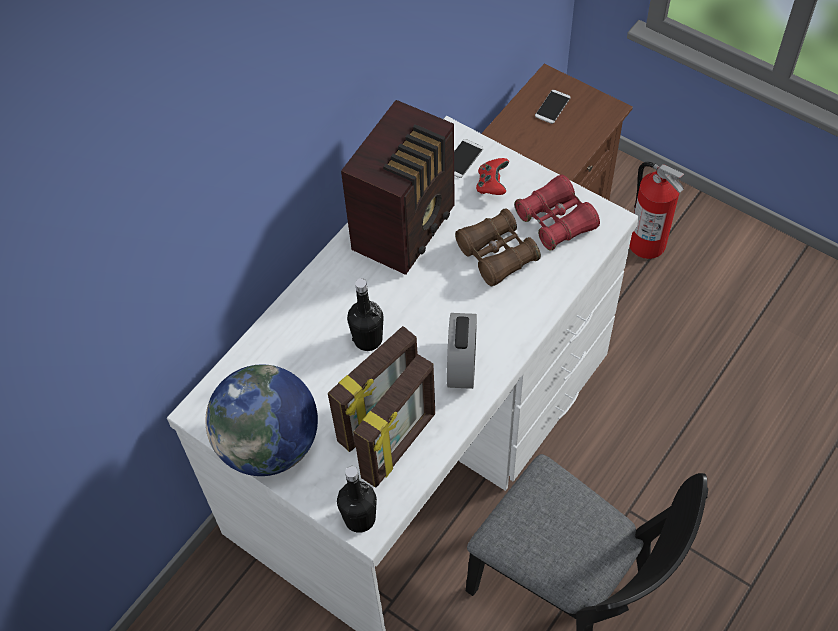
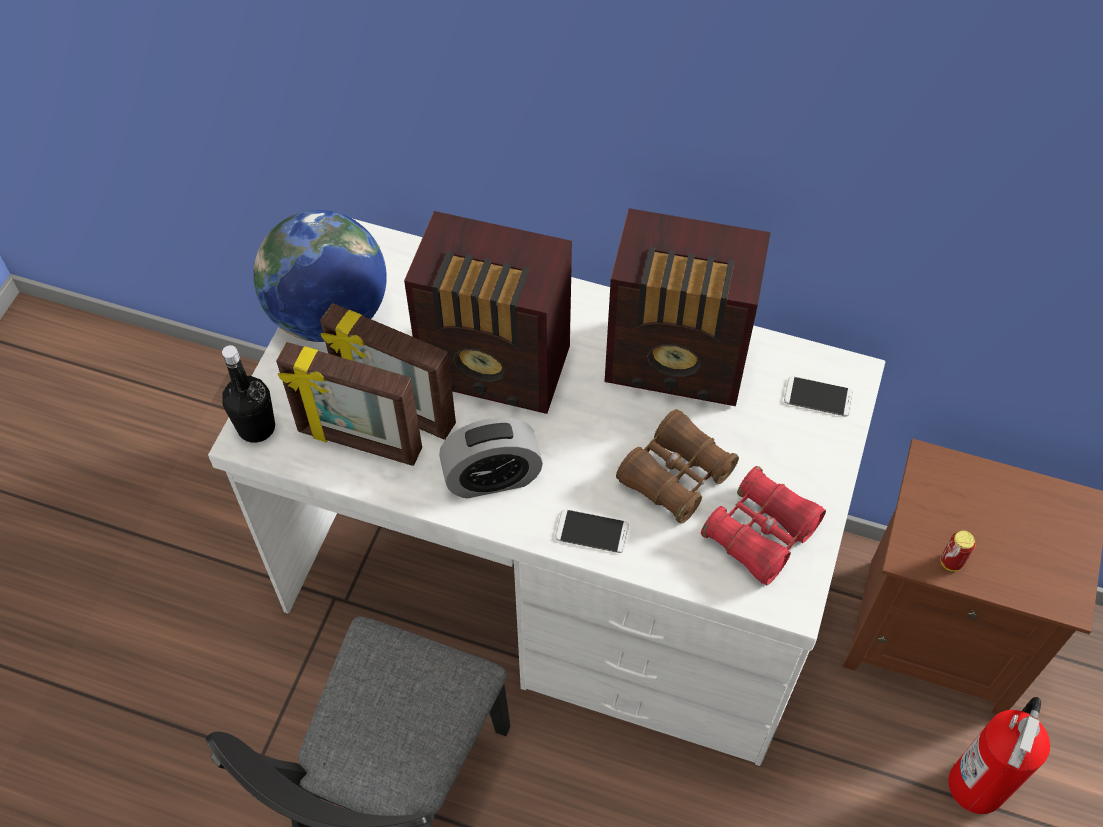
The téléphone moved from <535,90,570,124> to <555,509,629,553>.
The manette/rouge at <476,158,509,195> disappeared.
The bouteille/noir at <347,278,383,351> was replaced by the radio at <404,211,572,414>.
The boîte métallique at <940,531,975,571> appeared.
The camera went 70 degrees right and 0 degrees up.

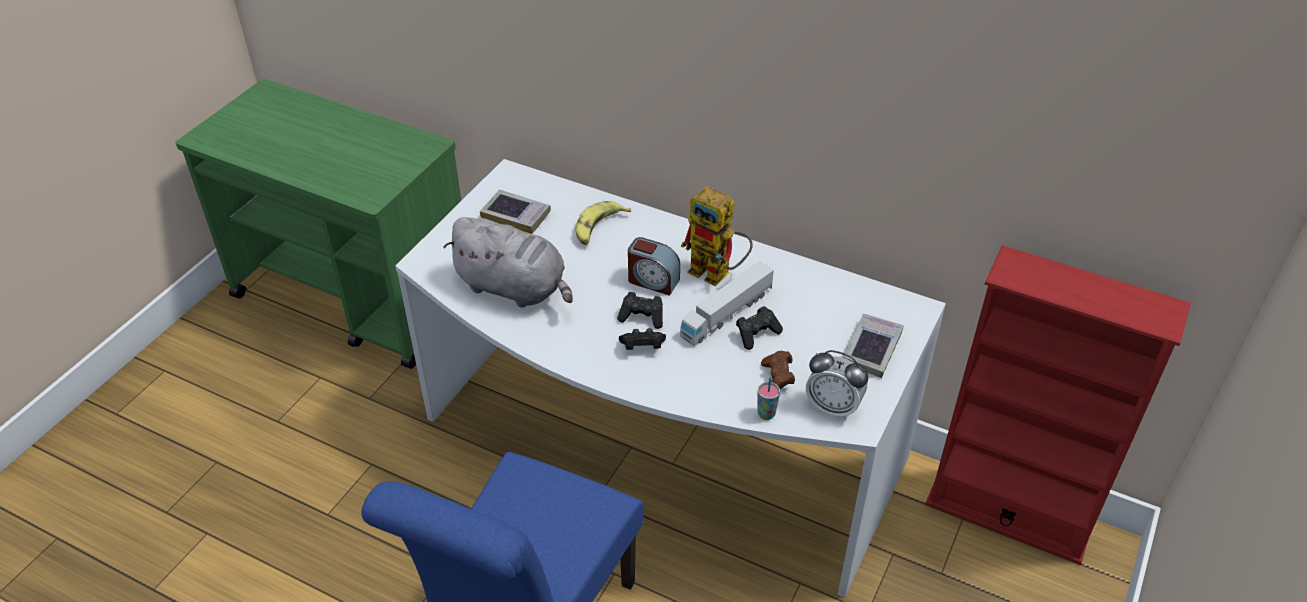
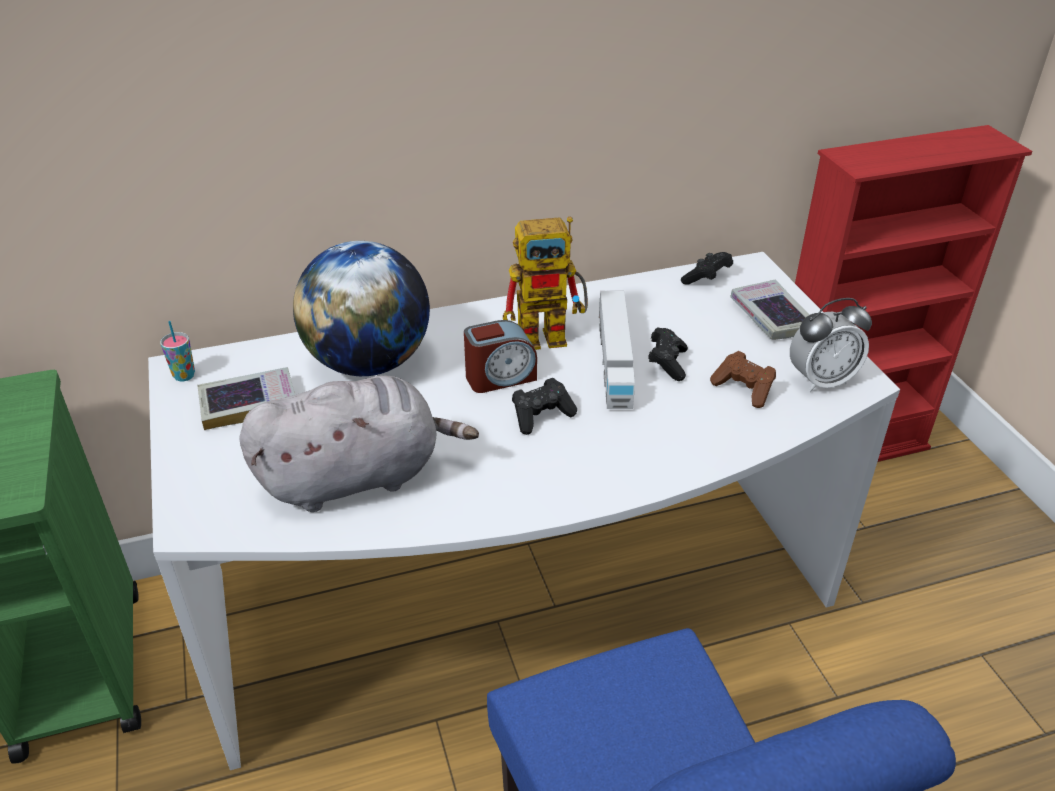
The banane at <576,201,631,245> was replaced by the globe at <293,241,430,376>.
The manette/noir moved from <619,328,666,350> to <681,252,733,285>.
The tasse moved from <758,377,780,420> to <160,321,195,382>.
The camera went 45 degrees left and 5 degrees down.

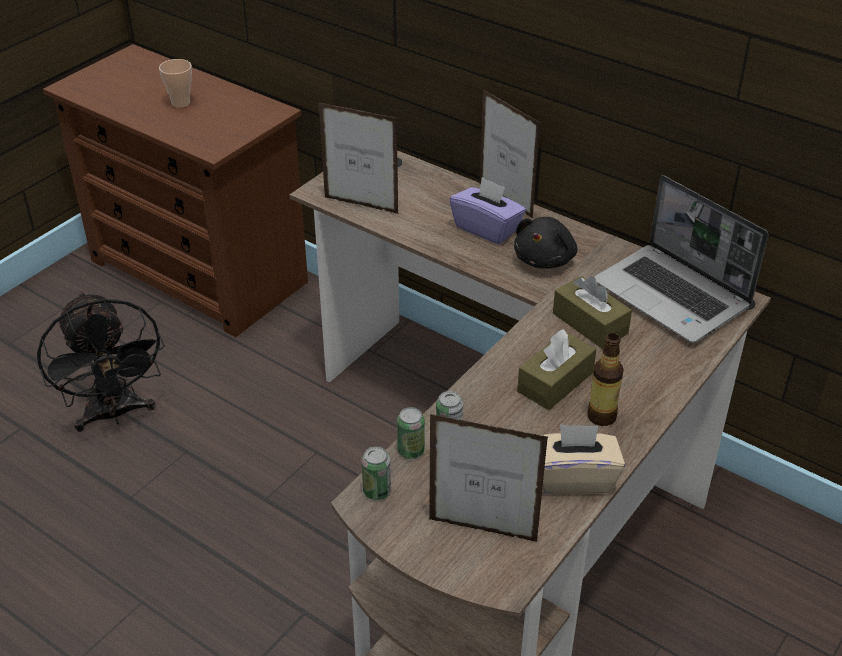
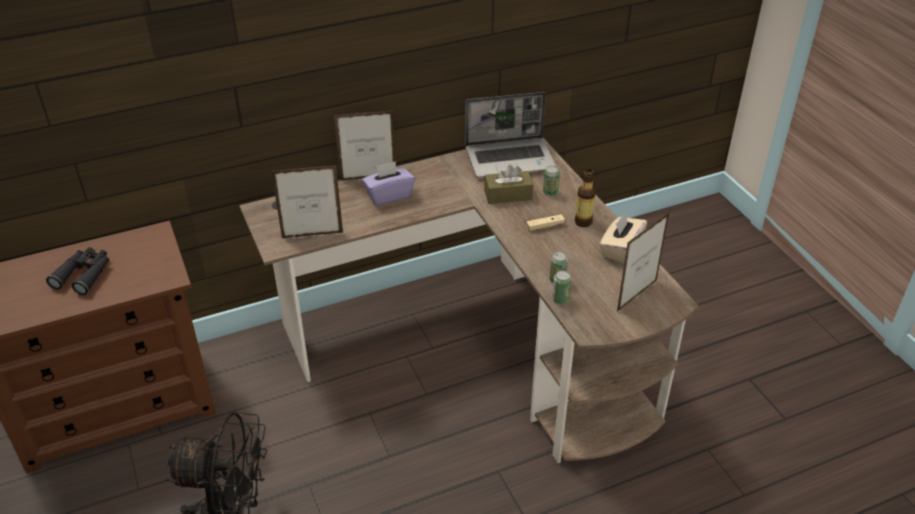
The tasse at <159,59,192,108> was replaced by the jumelles/noir at <46,247,109,295>.
The cadre photo at <319,102,399,214> turned 150 degrees counterclockwise.
The peluche/noir at <514,217,577,269> disappeared.
The boîte à mouchoirs/marron at <517,329,596,410> was replaced by the manette/beige at <527,214,565,231>.
The boîte métallique moved from <362,446,391,500> to <543,166,560,196>.
The camera went 60 degrees left and 0 degrees up.

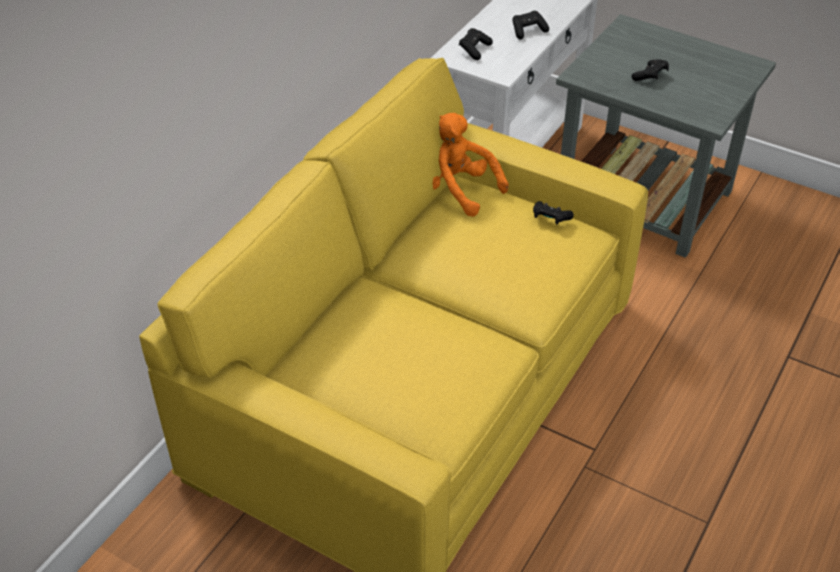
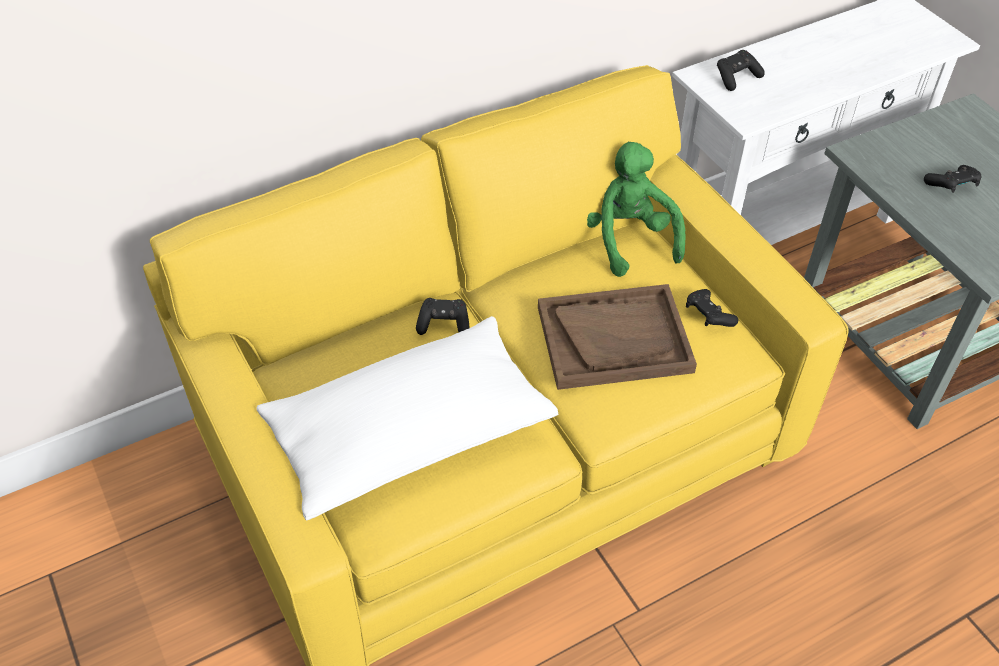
The manette/noir moved from <513,11,549,39> to <416,298,470,335>.
The peluche/orange at <433,113,509,217> became the peluche/vert at <587,142,686,277>.
The plateau/marron at <538,284,697,390> appeared.
The coussin/blanc at <257,316,558,520> appeared.
The camera went 30 degrees right and 5 degrees up.

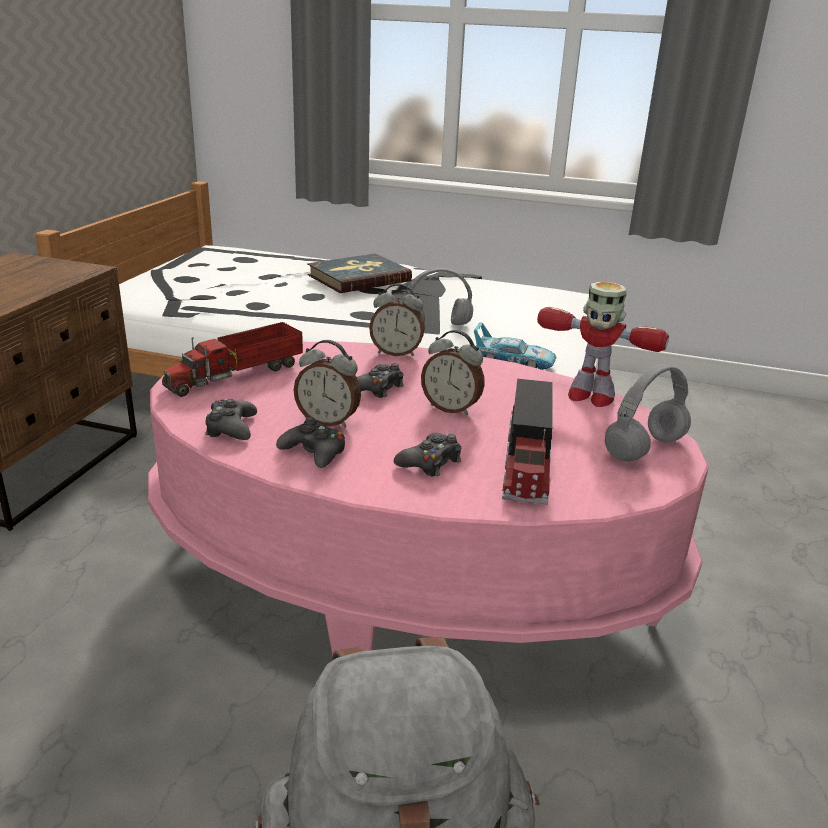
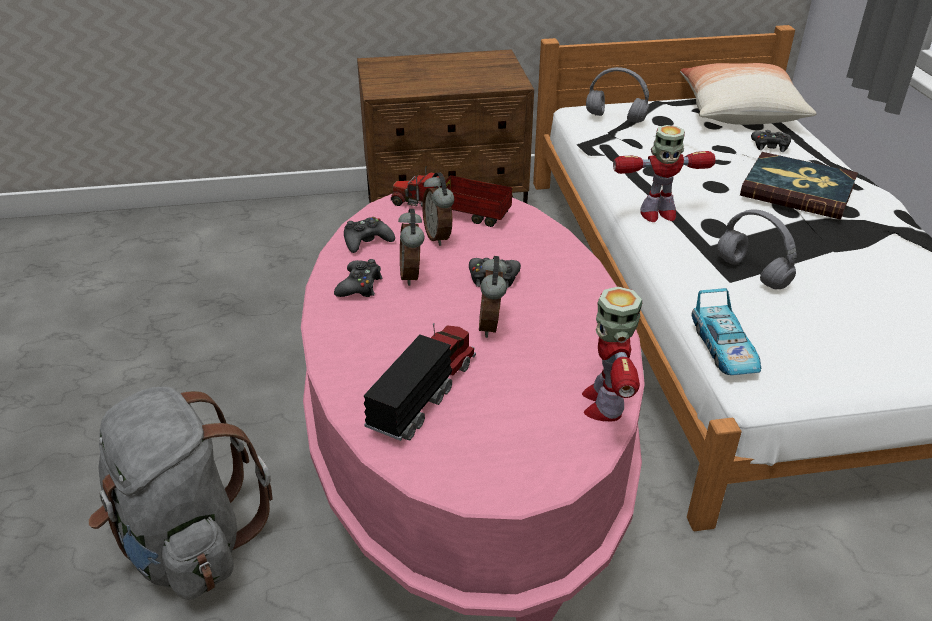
The réveil moved from <369,283,425,356> to <422,173,454,246>.
The casque audio/gris moved from <605,364,691,461> to <586,67,649,123>.
The camion jouet at <502,379,553,505> turned 135 degrees clockwise.
The manette/noir moved from <394,433,461,477> to <751,130,791,152>.
The coussin at <680,63,816,125> appeared.
The robot jouet at <613,125,716,222> appeared.
The camera went 65 degrees right and 10 degrees up.

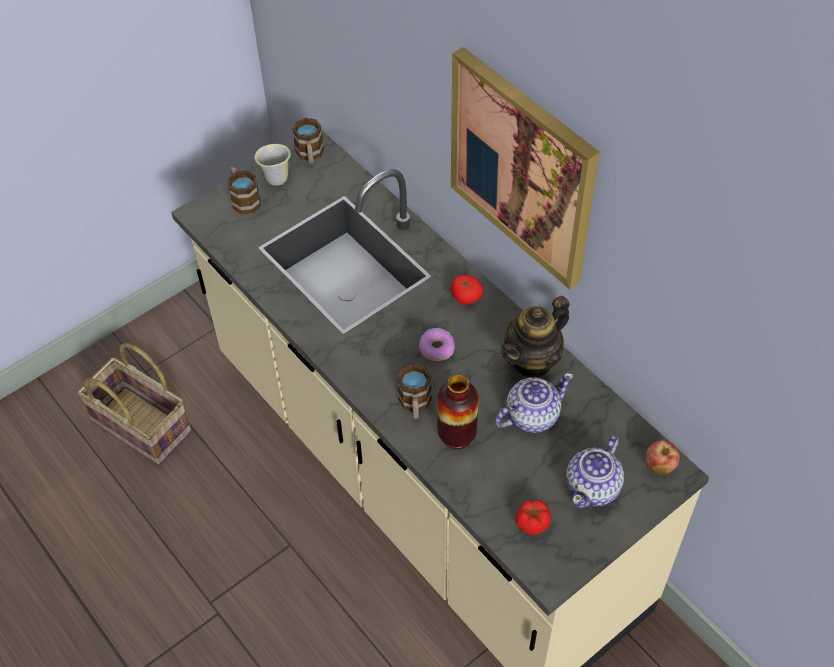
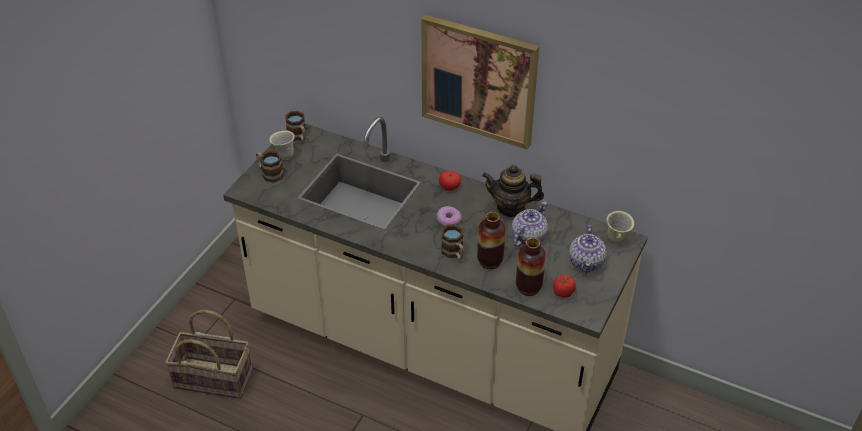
The théière at <500,296,569,378> turned 75 degrees clockwise.
The pomme at <646,440,680,475> was replaced by the mug/beige at <606,211,634,242>.
The vase at <516,238,546,296> appeared.
The camera went 25 degrees left and 10 degrees down.

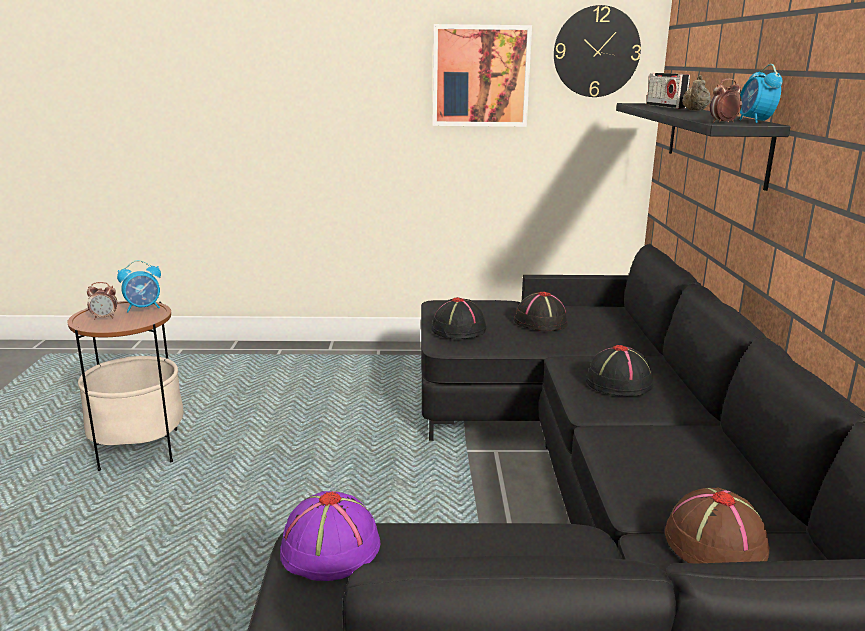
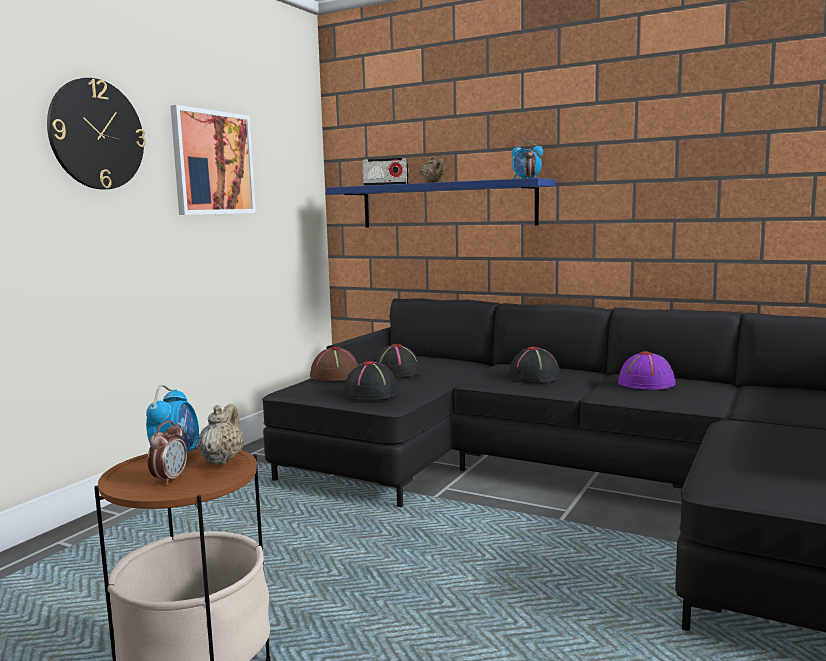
The horloge murale moved from <554,5,641,97> to <47,78,146,190>.
The étagère/noir at <616,103,790,191> became the étagère/bleu at <326,178,555,228>.
The chapeau/marron moved from <665,487,770,563> to <310,347,358,381>.
The chapeau/violet moved from <280,491,380,581> to <618,351,676,390>.
The théière/beige at <198,404,244,464> appeared.
The camera went 60 degrees left and 10 degrees down.

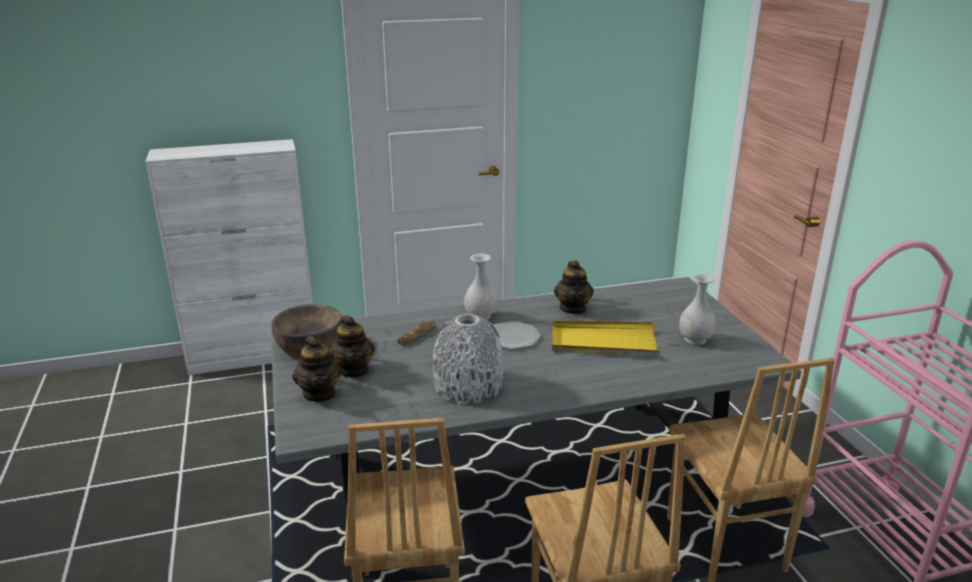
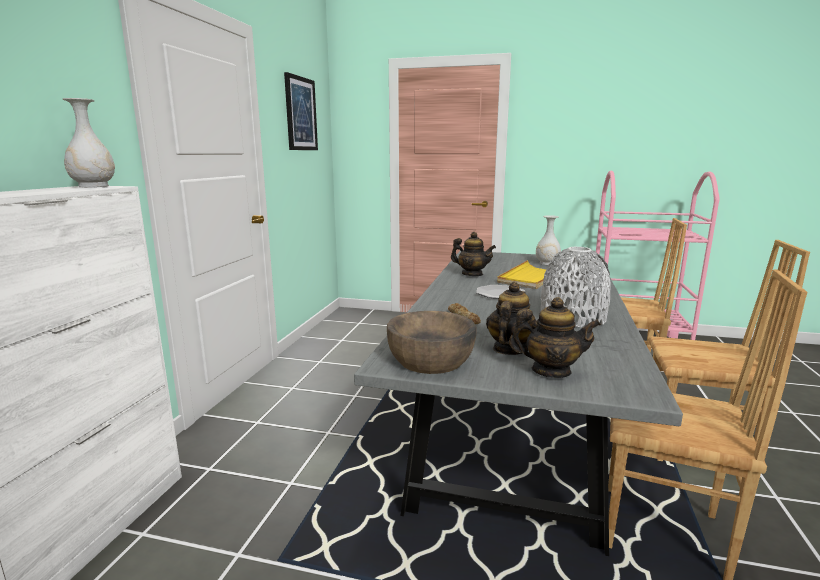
The vase/blanc moved from <464,254,497,320> to <63,98,115,187>.
The théière at <329,315,375,378> turned 75 degrees counterclockwise.
The tableau at <284,72,318,150> appeared.
The camera went 60 degrees left and 10 degrees down.

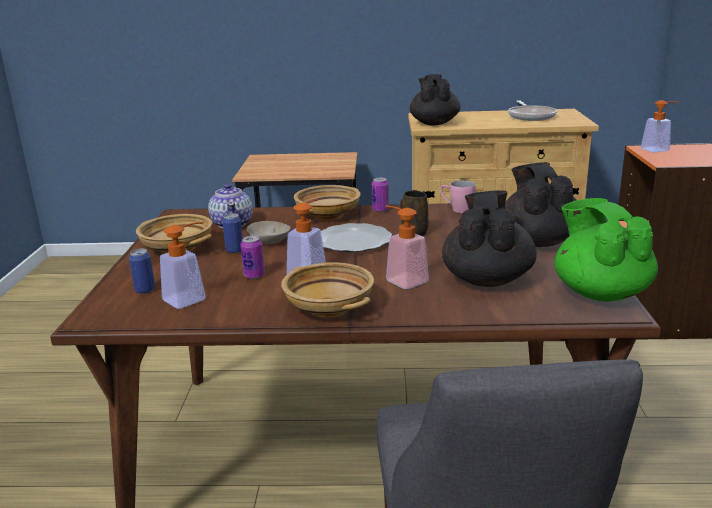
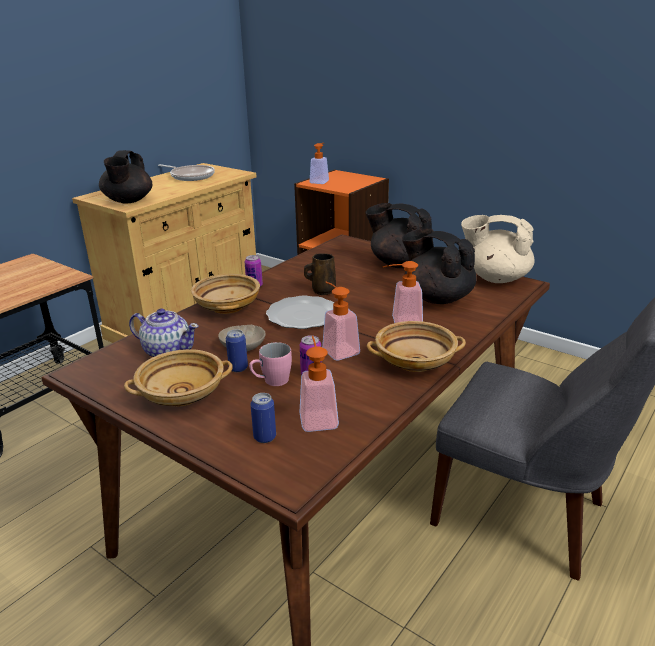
The théière/noir at <410,74,461,125> turned 120 degrees counterclockwise.
The mug/rose moved from <440,180,476,213> to <249,342,292,386>.
The théière/vert at <554,198,658,301> became the théière/beige at <461,215,534,283>.
The camera went 55 degrees left and 5 degrees up.

